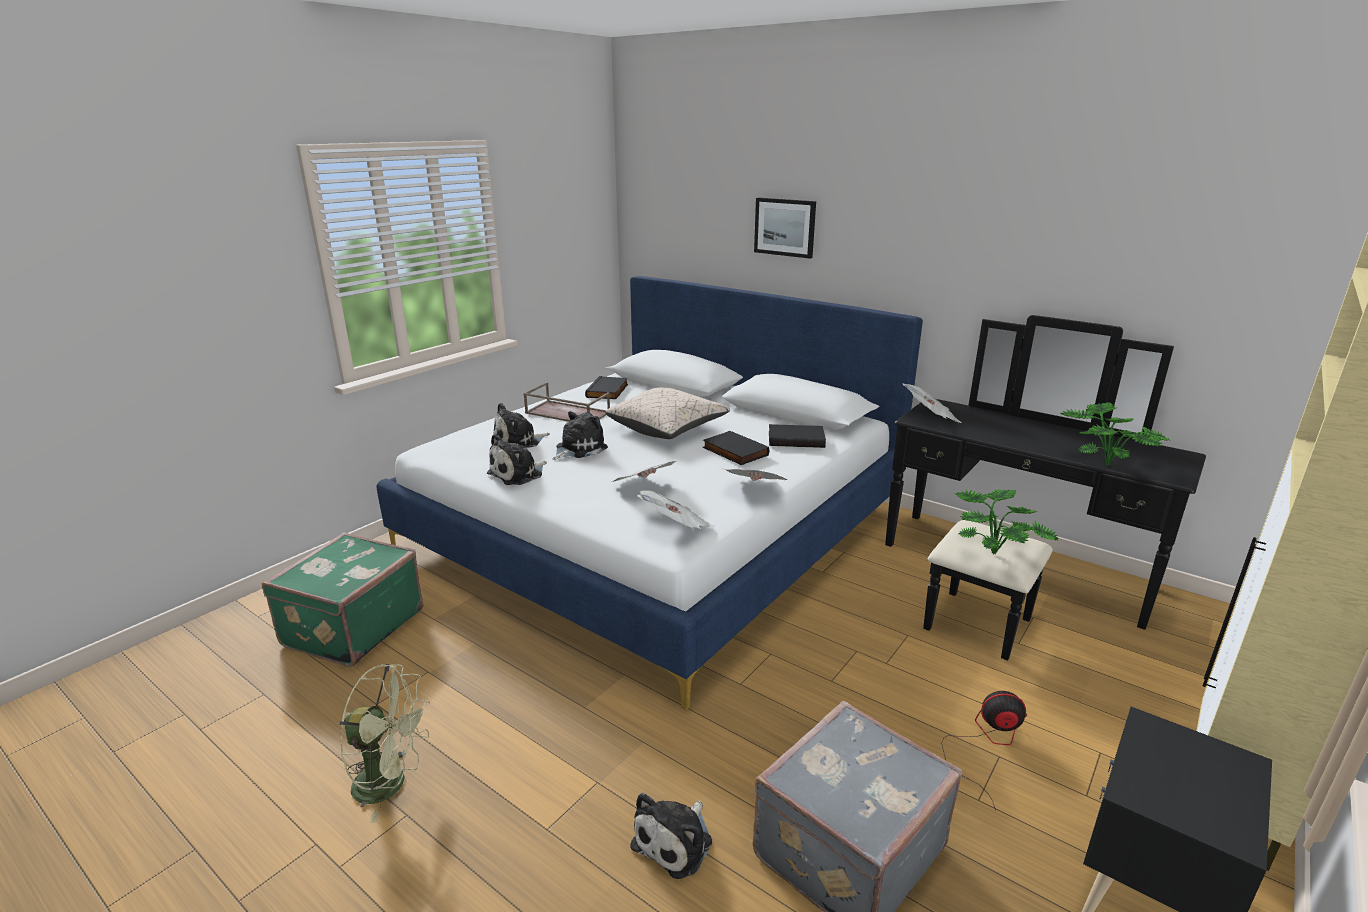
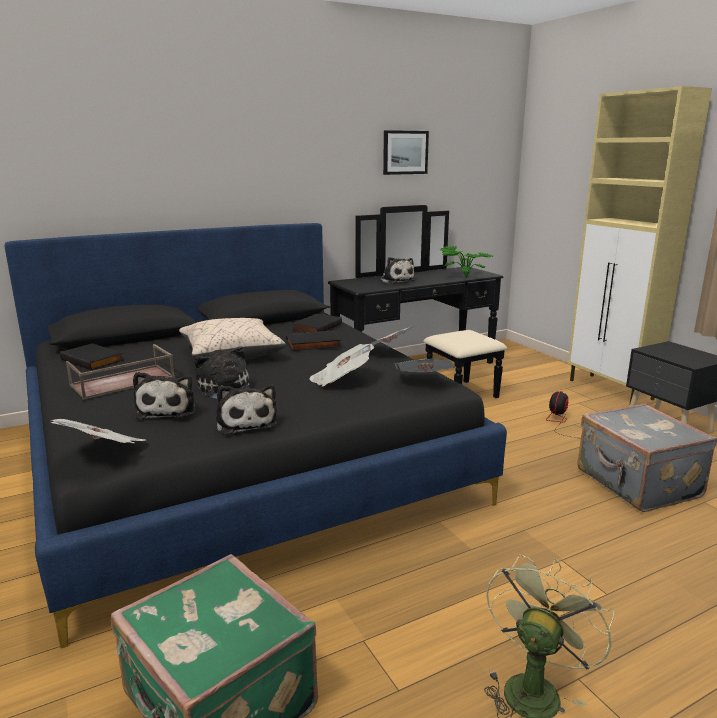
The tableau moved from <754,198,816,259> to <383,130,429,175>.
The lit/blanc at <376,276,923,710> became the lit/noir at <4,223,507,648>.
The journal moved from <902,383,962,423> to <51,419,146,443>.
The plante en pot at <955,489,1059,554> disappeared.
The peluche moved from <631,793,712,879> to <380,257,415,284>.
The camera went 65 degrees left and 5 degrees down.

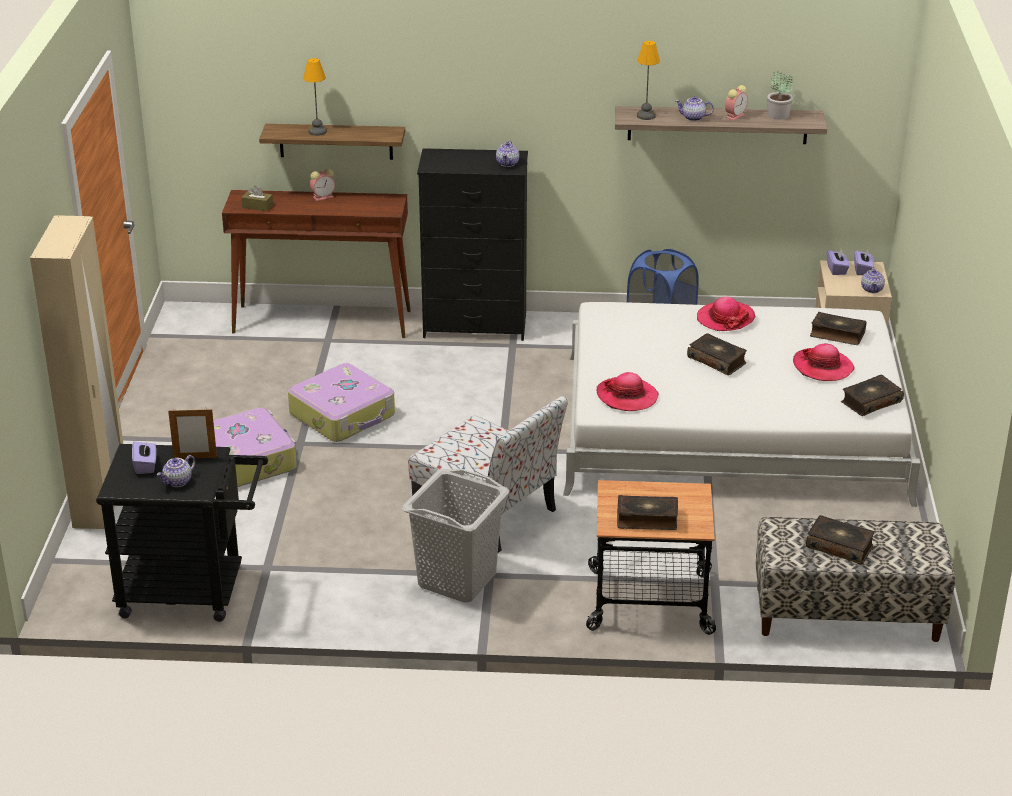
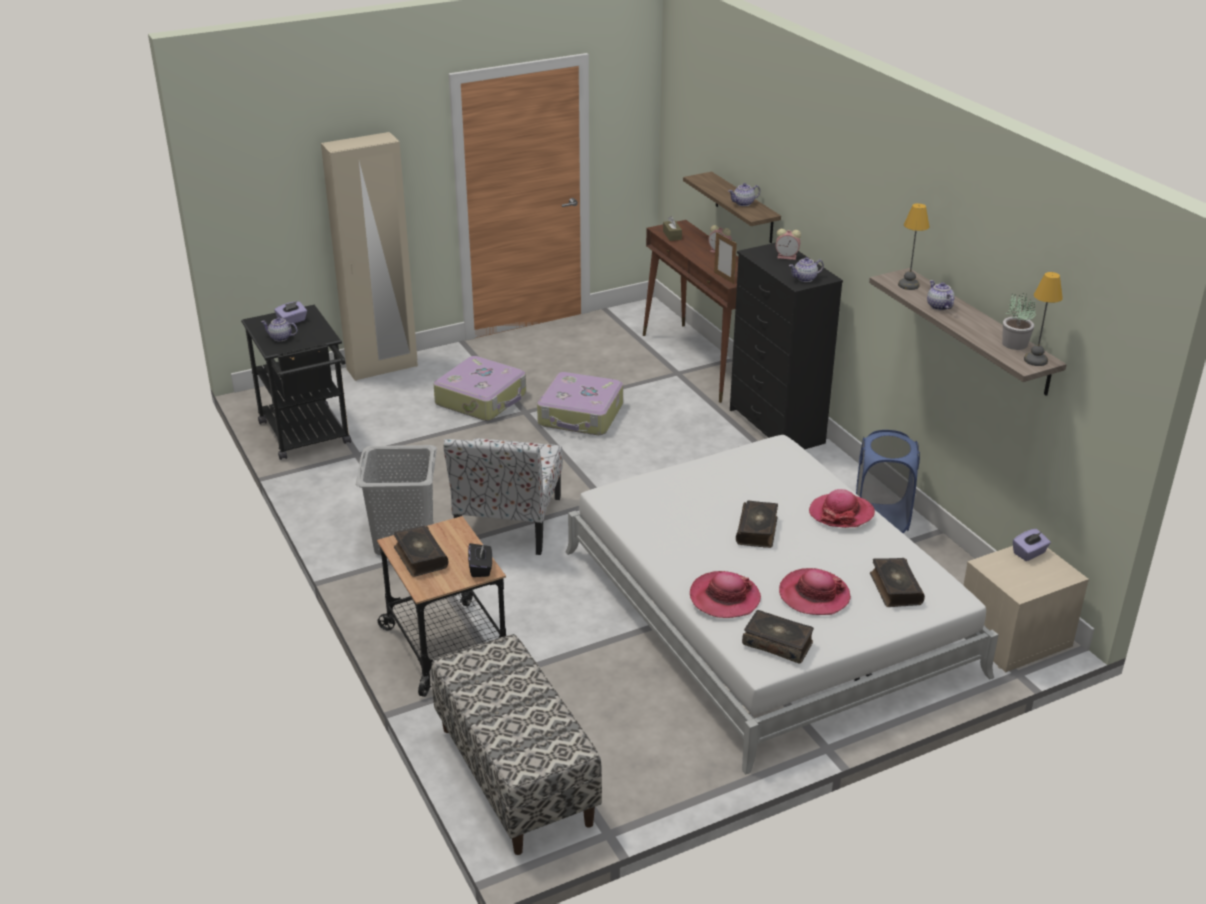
The lampe de table moved from <303,58,327,136> to <1024,272,1063,366>.
The réveil moved from <725,85,748,121> to <776,229,801,260>.
The boîte à mouchoirs/violet at <854,249,874,275> disappeared.
The théière moved from <861,267,885,293> to <729,183,760,206>.
The chapeau moved from <596,372,659,411> to <690,571,761,618>.
The cadre photo moved from <168,408,217,459> to <714,232,737,284>.
The livre at <806,515,875,565> disappeared.
The boîte à mouchoirs/noir at <468,543,492,577> appeared.
The camera went 60 degrees right and 0 degrees up.

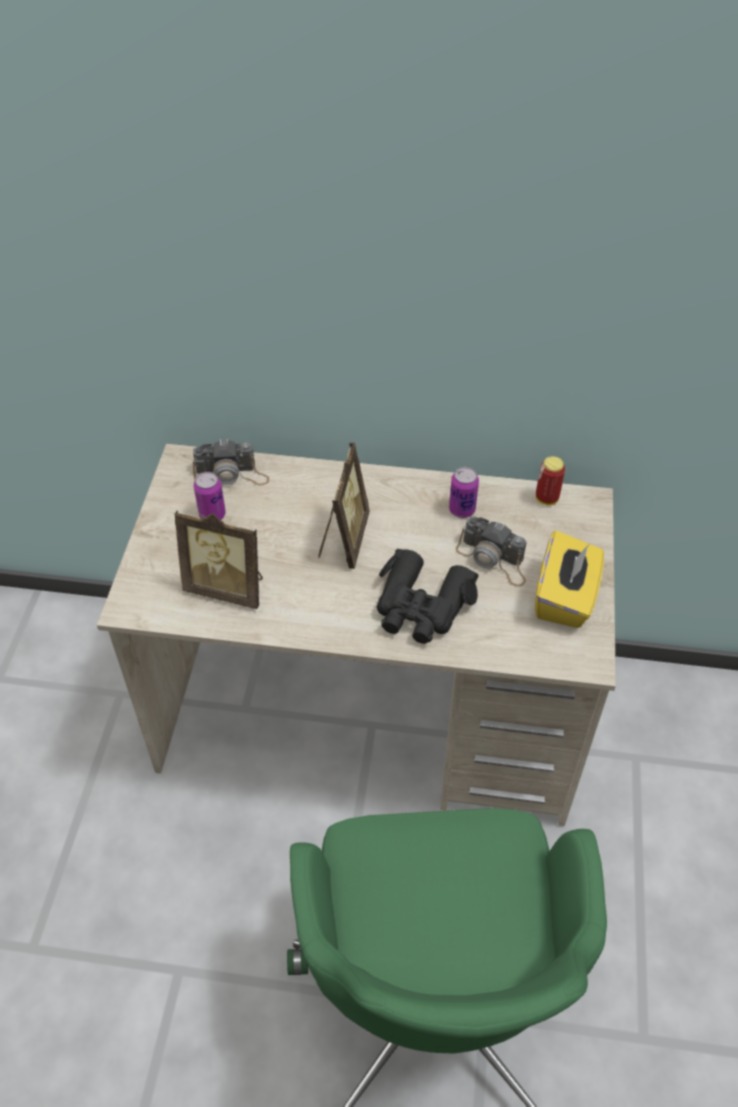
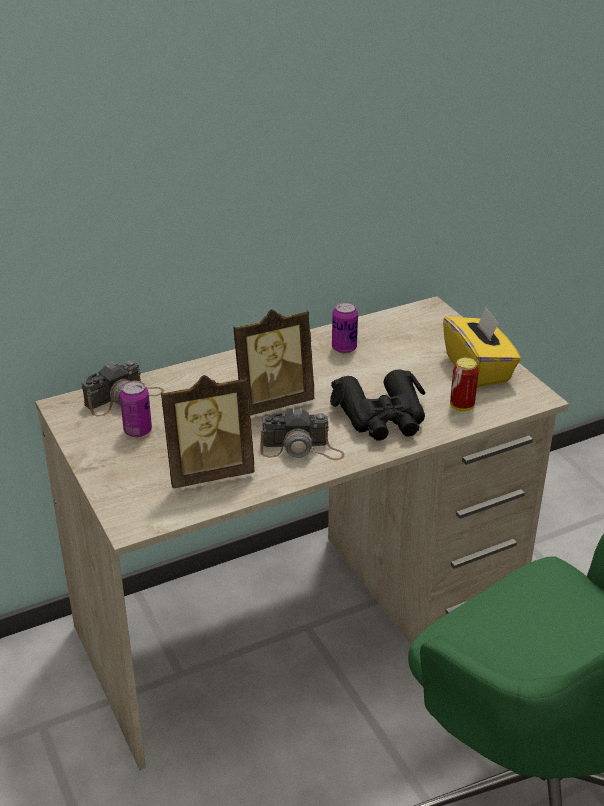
The cadre photo at <318,443,370,569> turned 90 degrees clockwise.
The boîte métallique moved from <536,456,565,505> to <450,358,479,411>.
The appareil photo moved from <456,517,527,587> to <260,408,344,460>.
The camera went 35 degrees left and 15 degrees down.

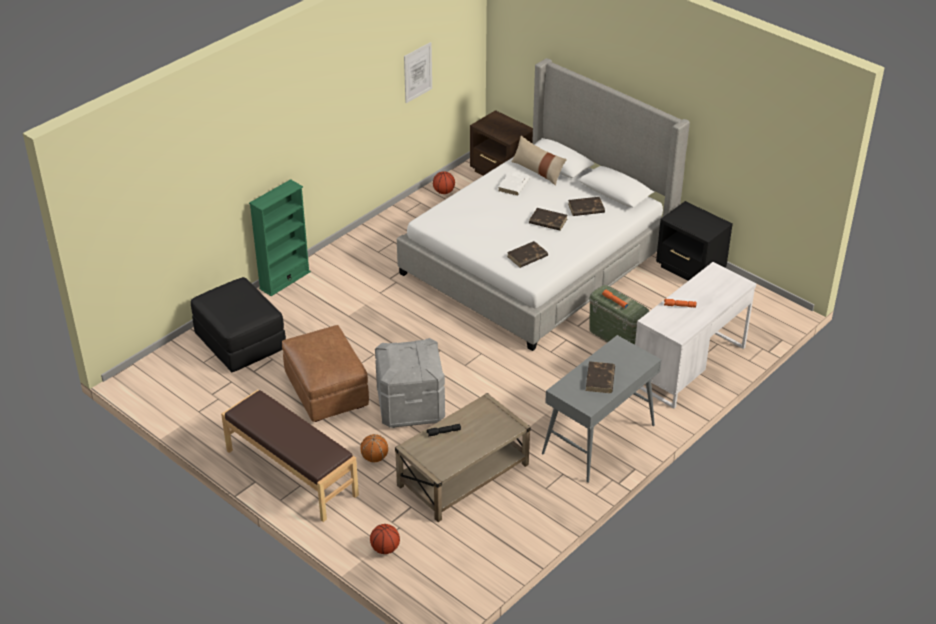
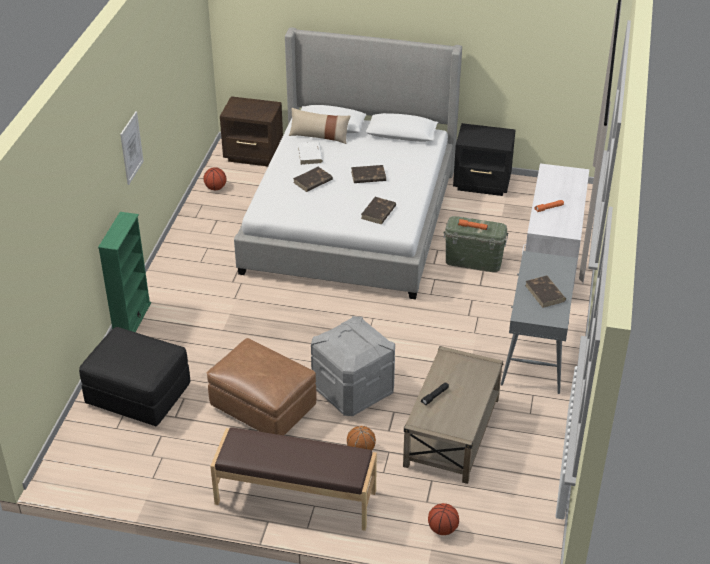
The tableau moved from <404,42,432,103> to <120,111,144,185>.
The livre/marron moved from <568,197,605,216> to <293,167,333,192>.
The camera went 30 degrees left and 0 degrees up.

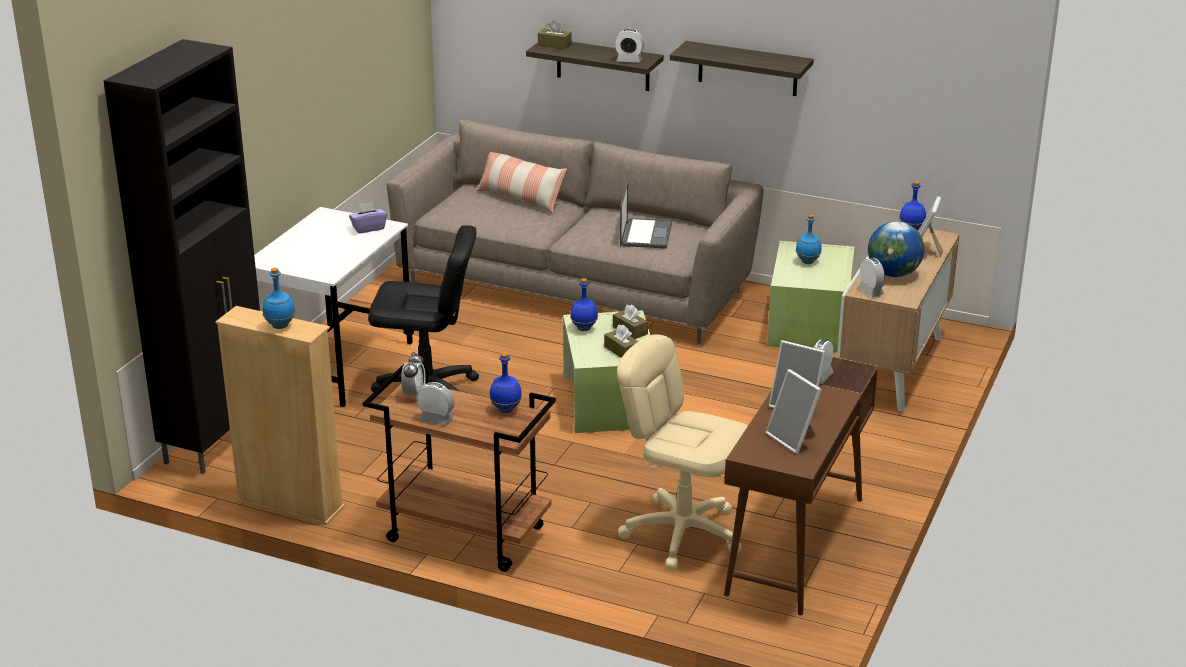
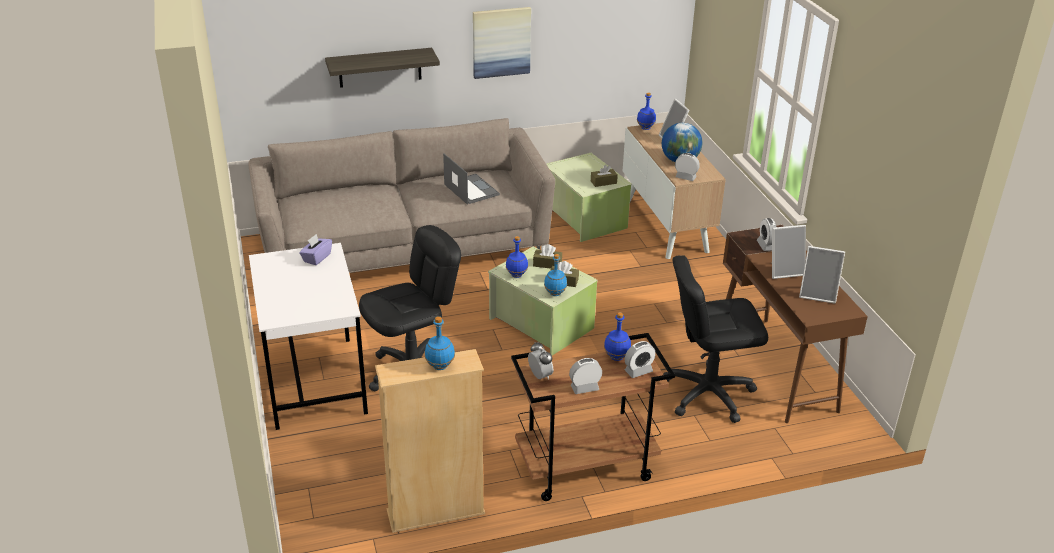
The boîte à mouchoirs/marron moved from <538,20,572,49> to <591,165,618,187>.
The réveil moved from <614,29,645,63> to <625,341,656,378>.
The meuble de rangement/noir at <104,39,260,474> disappeared.
The étagère at <670,41,814,96> was replaced by the tableau at <473,7,531,79>.
The coussin at <476,152,567,215> disappeared.
The bouteille/bleu moved from <796,214,822,264> to <544,254,567,296>.
The chaise de bureau/beige at <617,334,748,570> became the chaise de bureau/noir at <663,255,768,423>.
The camera went 40 degrees left and 5 degrees up.

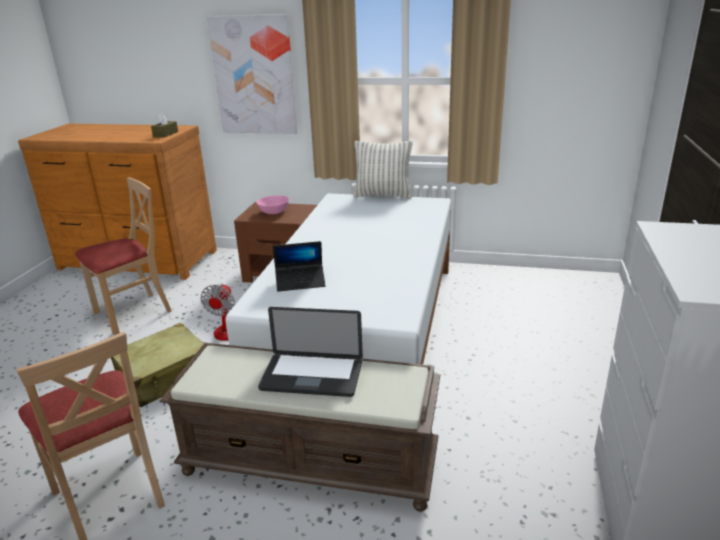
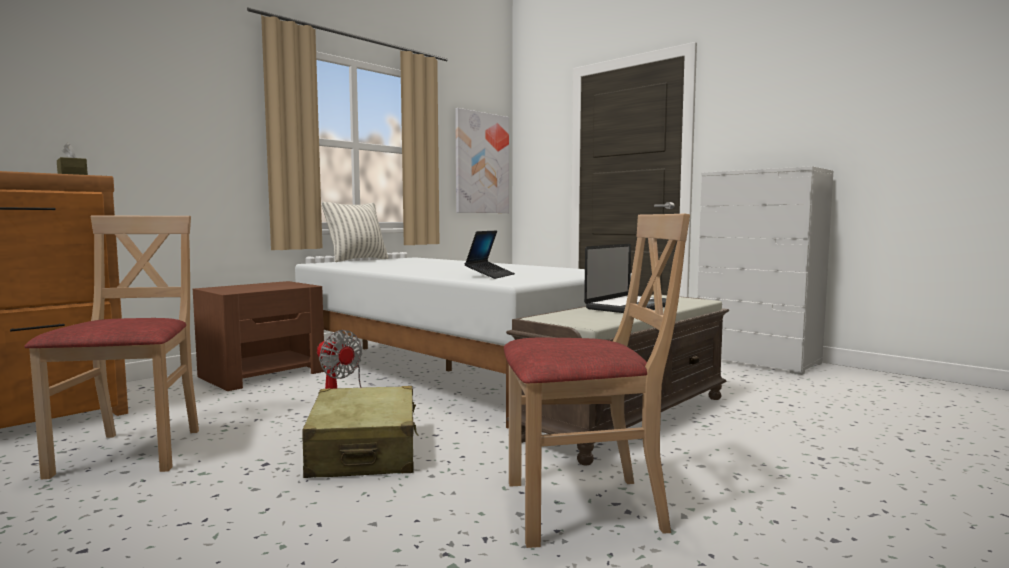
The tableau moved from <207,14,297,134> to <455,108,509,213>.
The bol/rose at <257,196,289,214> disappeared.
The camera went 60 degrees left and 20 degrees down.

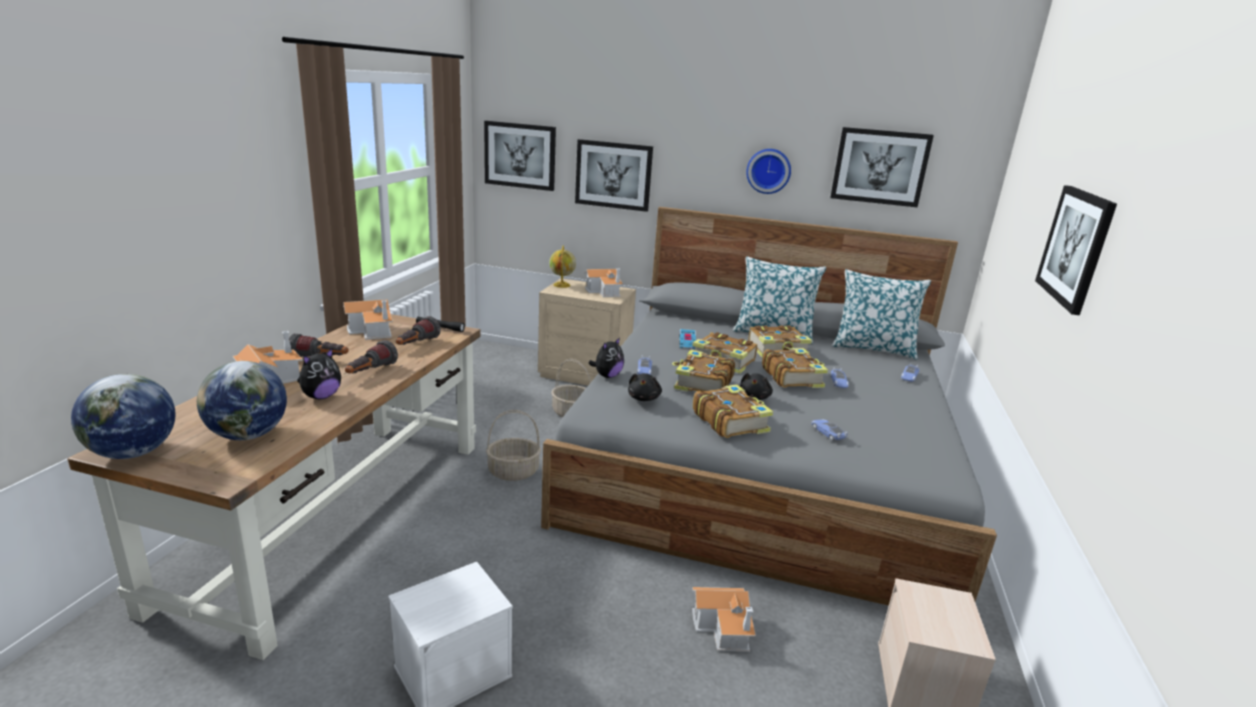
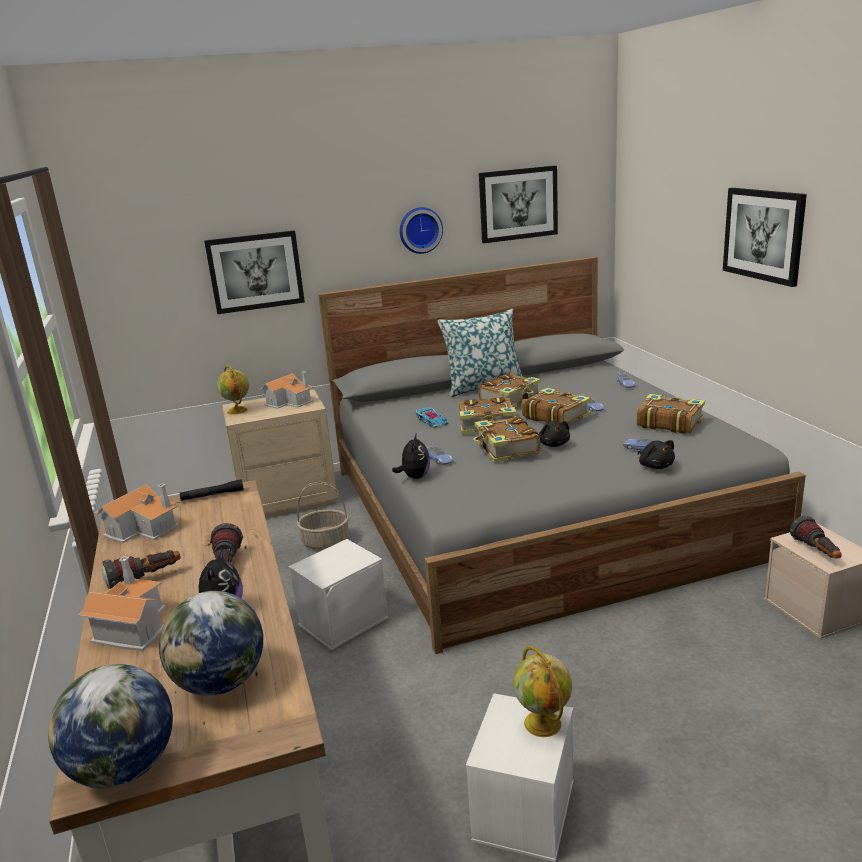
The tableau at <484,121,556,191> disappeared.
The coussin at <832,269,931,360> disappeared.
The lampe de poche moved from <396,316,441,345> to <790,516,842,559>.
The peluche/noir moved from <628,373,662,401> to <638,440,675,469>.
The livre moved from <693,384,773,438> to <637,394,705,434>.
The panier at <486,410,541,481> was replaced by the boîte de rangement/blanc at <289,539,389,651>.
The maison miniature at <692,587,756,652> disappeared.
The globe at <513,646,572,737> appeared.
The camera went 30 degrees left and 0 degrees up.

